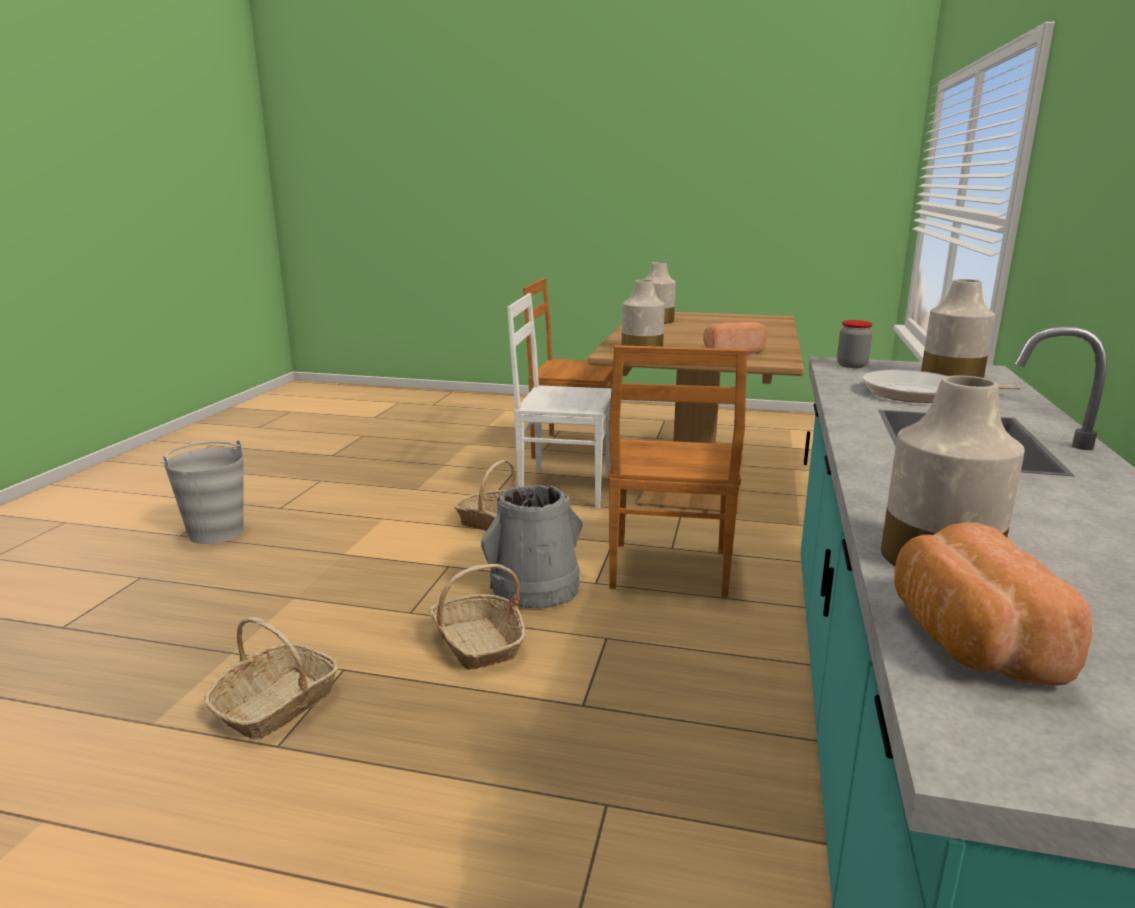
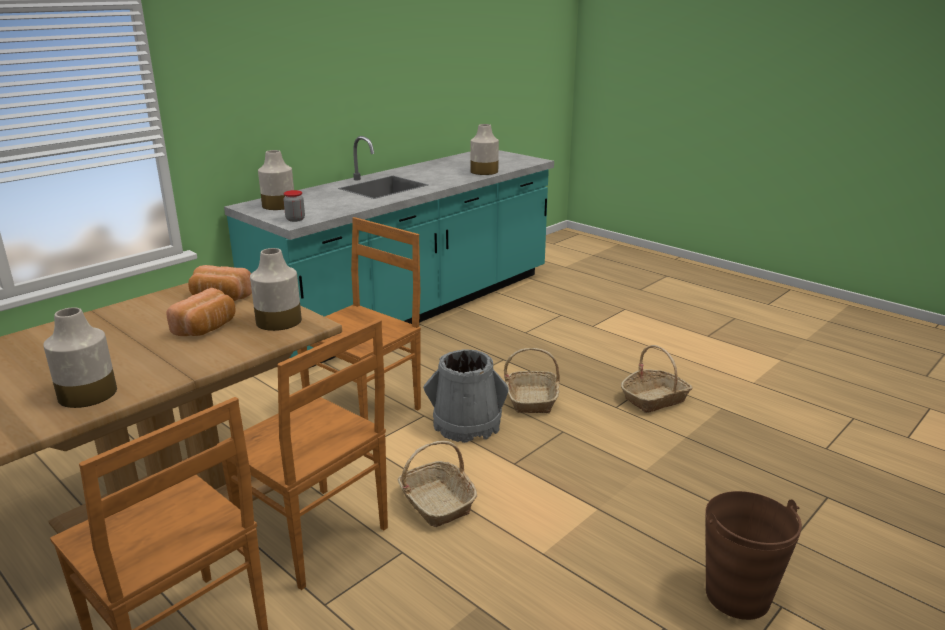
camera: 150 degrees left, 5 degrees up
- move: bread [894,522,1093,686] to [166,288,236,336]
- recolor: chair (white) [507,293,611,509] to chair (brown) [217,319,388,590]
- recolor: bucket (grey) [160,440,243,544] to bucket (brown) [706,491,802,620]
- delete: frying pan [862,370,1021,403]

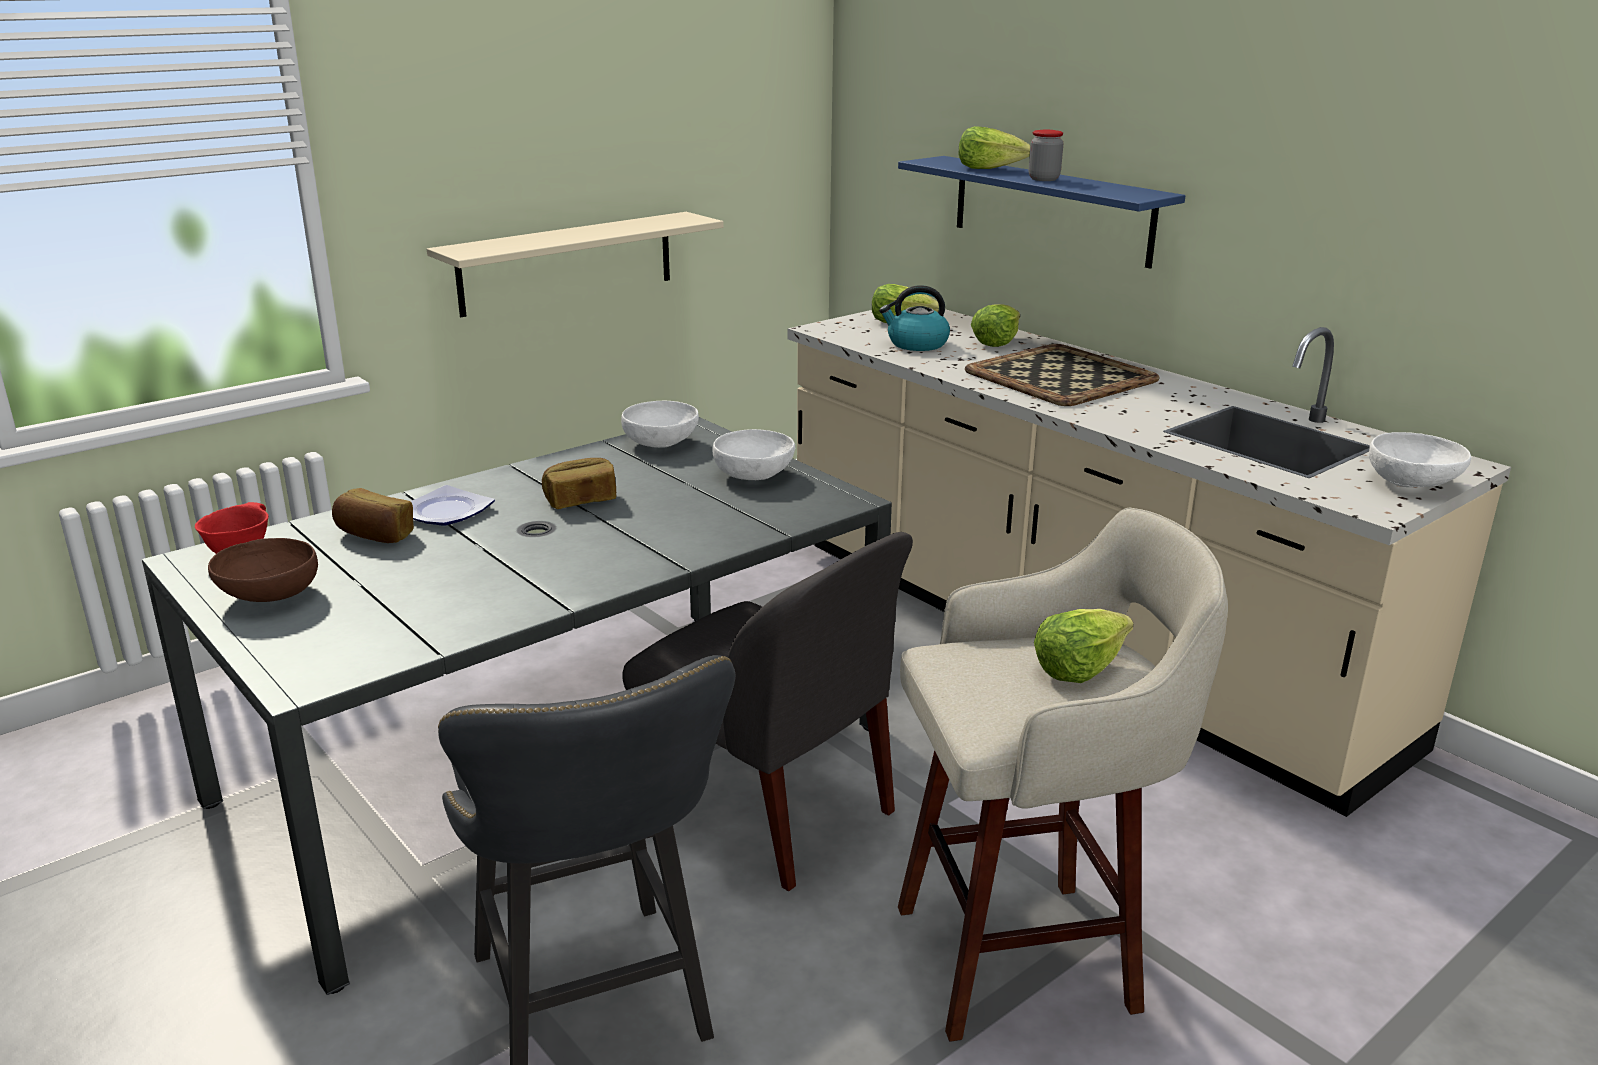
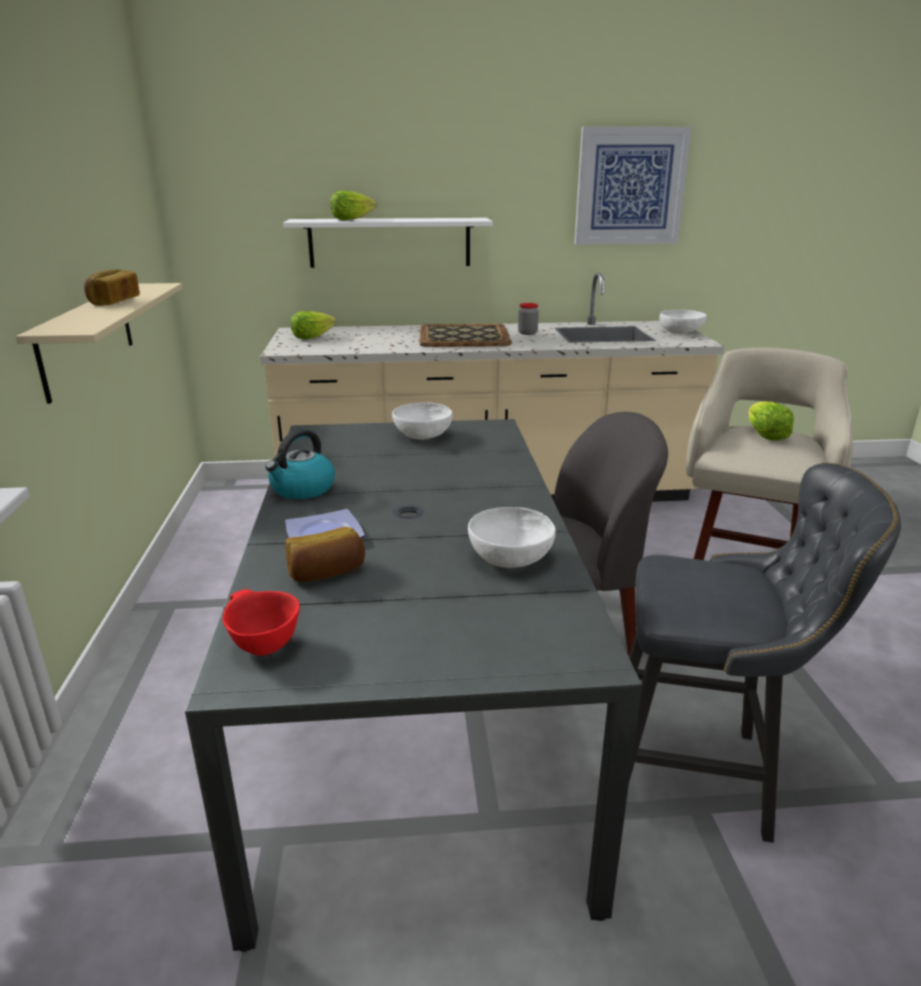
camera: 55 degrees left, 0 degrees up
- move: bread [542,458,616,509] to [84,269,140,306]
- move: kettle [879,285,950,351] to [265,429,335,499]
- recolor: shelf (blue) [898,156,1185,269] to shelf (white) [283,218,493,268]
- move: bowl (white) [621,401,699,448] to [468,507,556,568]
- move: jar [1029,130,1063,181] to [518,303,539,335]
- insert: picture [574,127,692,244]
- delete: bowl (brown) [208,538,318,602]
- delete: lettuce [971,304,1020,347]

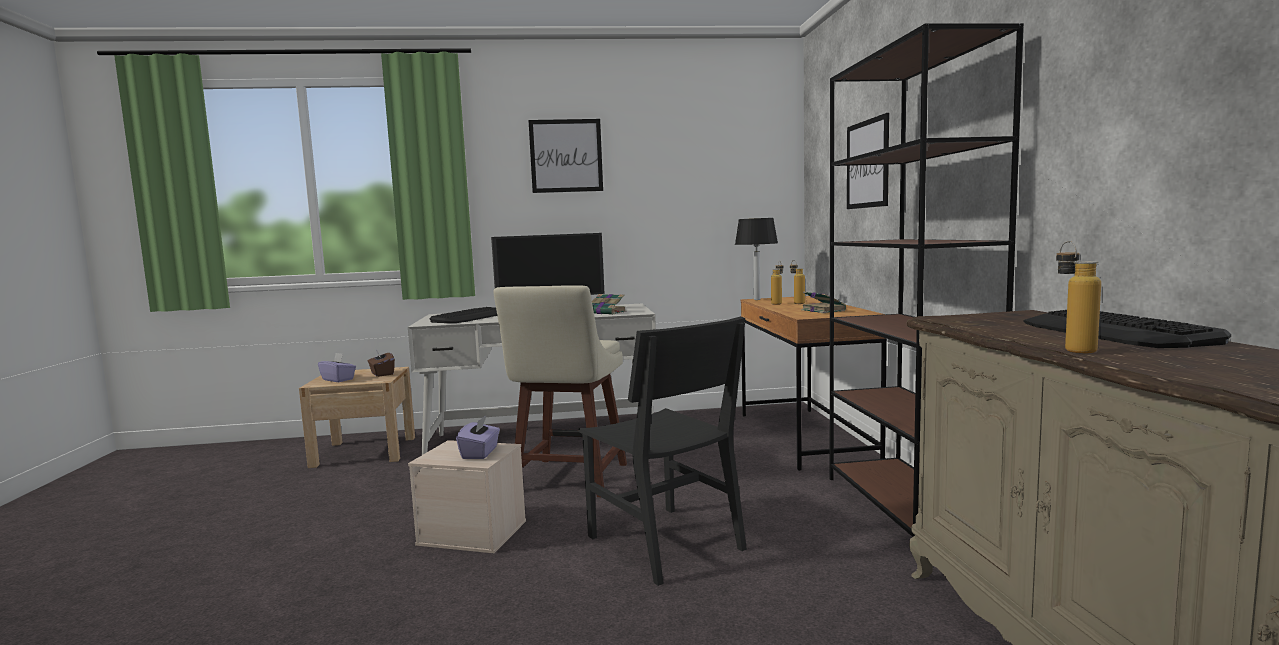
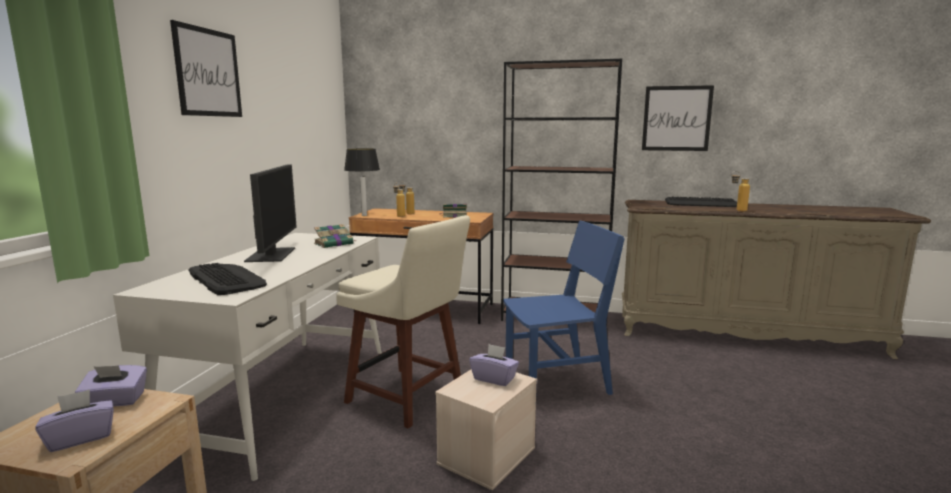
camera: 70 degrees left, 5 degrees up
- recolor: tissue box (brown) [368,348,395,377] to tissue box (purple) [75,365,147,407]
- recolor: chair (black) [578,316,747,586] to chair (blue) [503,221,625,395]
- move: picture [847,113,889,209] to [642,85,714,151]

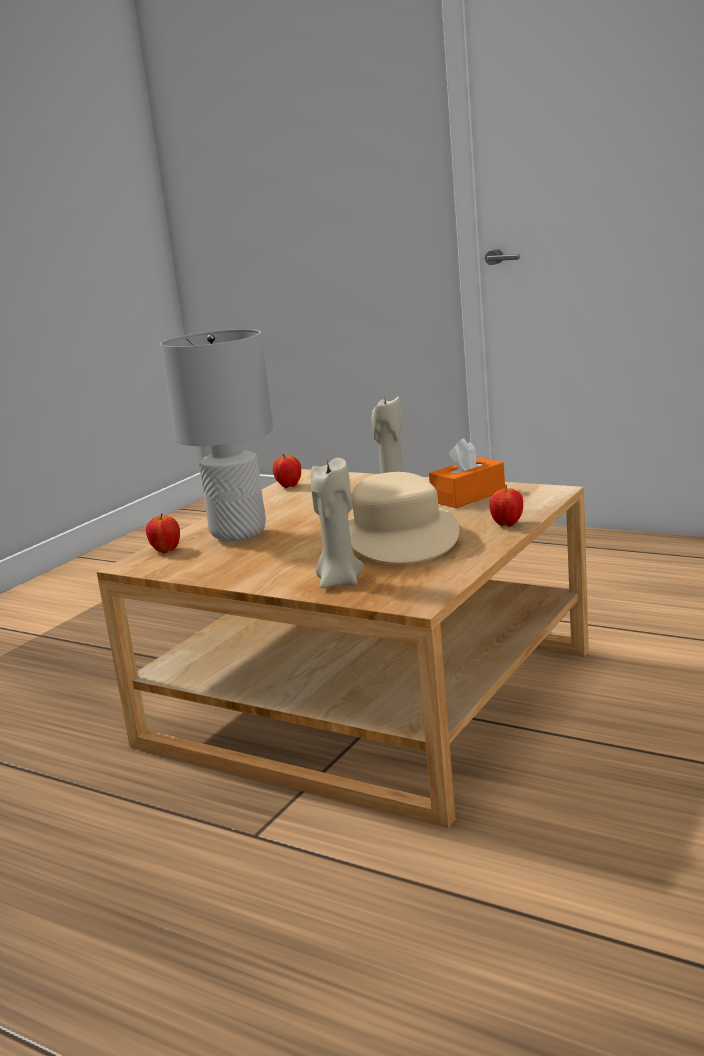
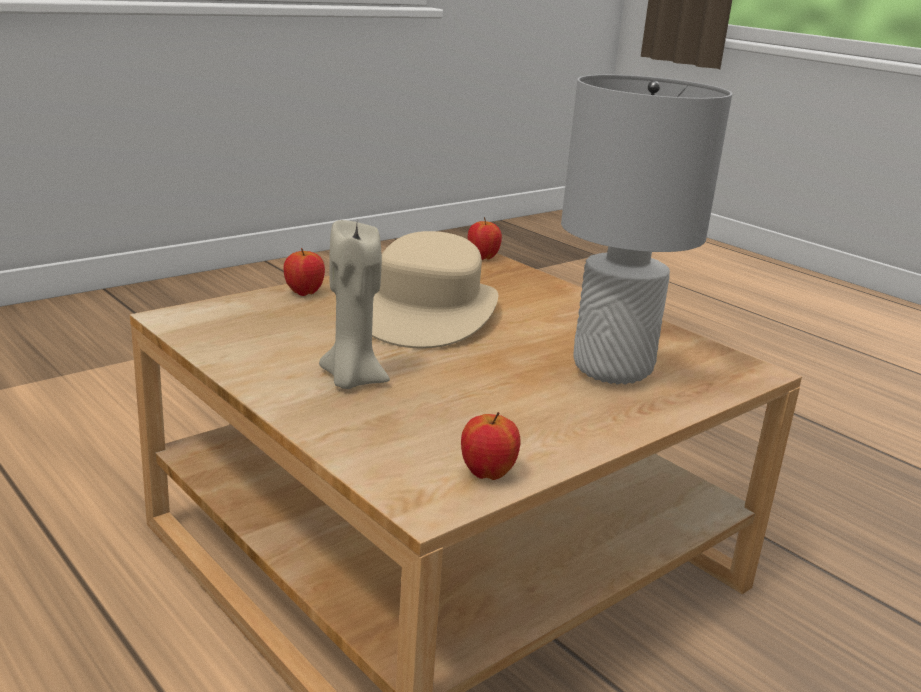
camera: 165 degrees left, 5 degrees up
- move: apple [146,513,180,553] to [468,217,502,260]
- delete: candle (beige) [311,458,364,588]
- delete: tissue box (orange) [429,438,505,508]

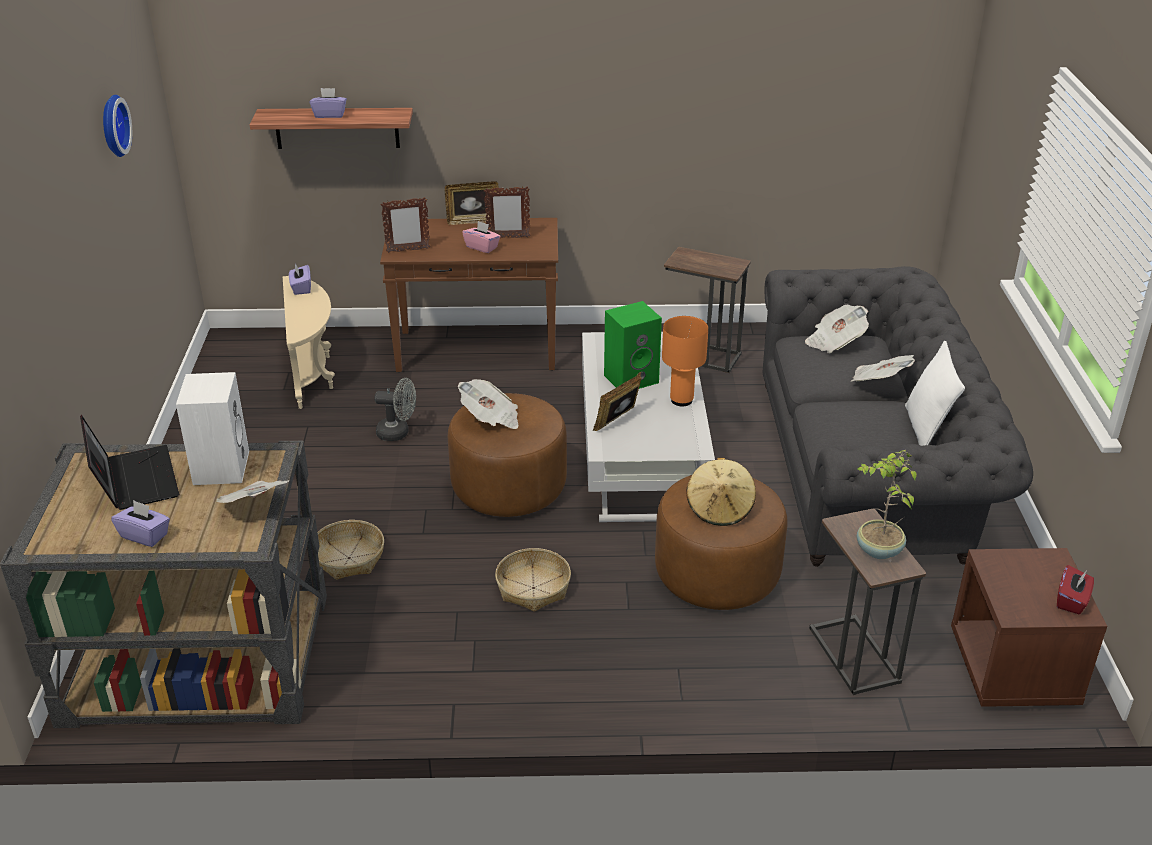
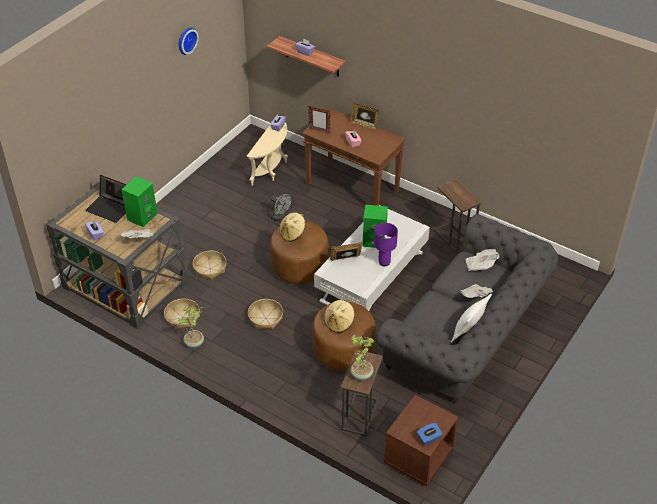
camera: 35 degrees right, 10 degrees up
- rotate: laptop [80,415,179,510] = [85,175,127,223] 105 degrees clockwise
- recolor: speaker (white) [176,372,249,485] to speaker (green) [121,176,158,227]
- insert: basket [164,299,200,330]
- insert: potted plant [178,306,204,348]
- replace: newspaper [458,379,518,429] to hat (beige) [279,213,306,242]
- recolor: table lamp (orange) [662,316,708,407] to table lamp (purple) [374,223,398,266]
- recolor: tissue box (red) [1057,565,1094,614] to tissue box (blue) [417,423,442,445]
- delete: picture frame [484,187,530,238]

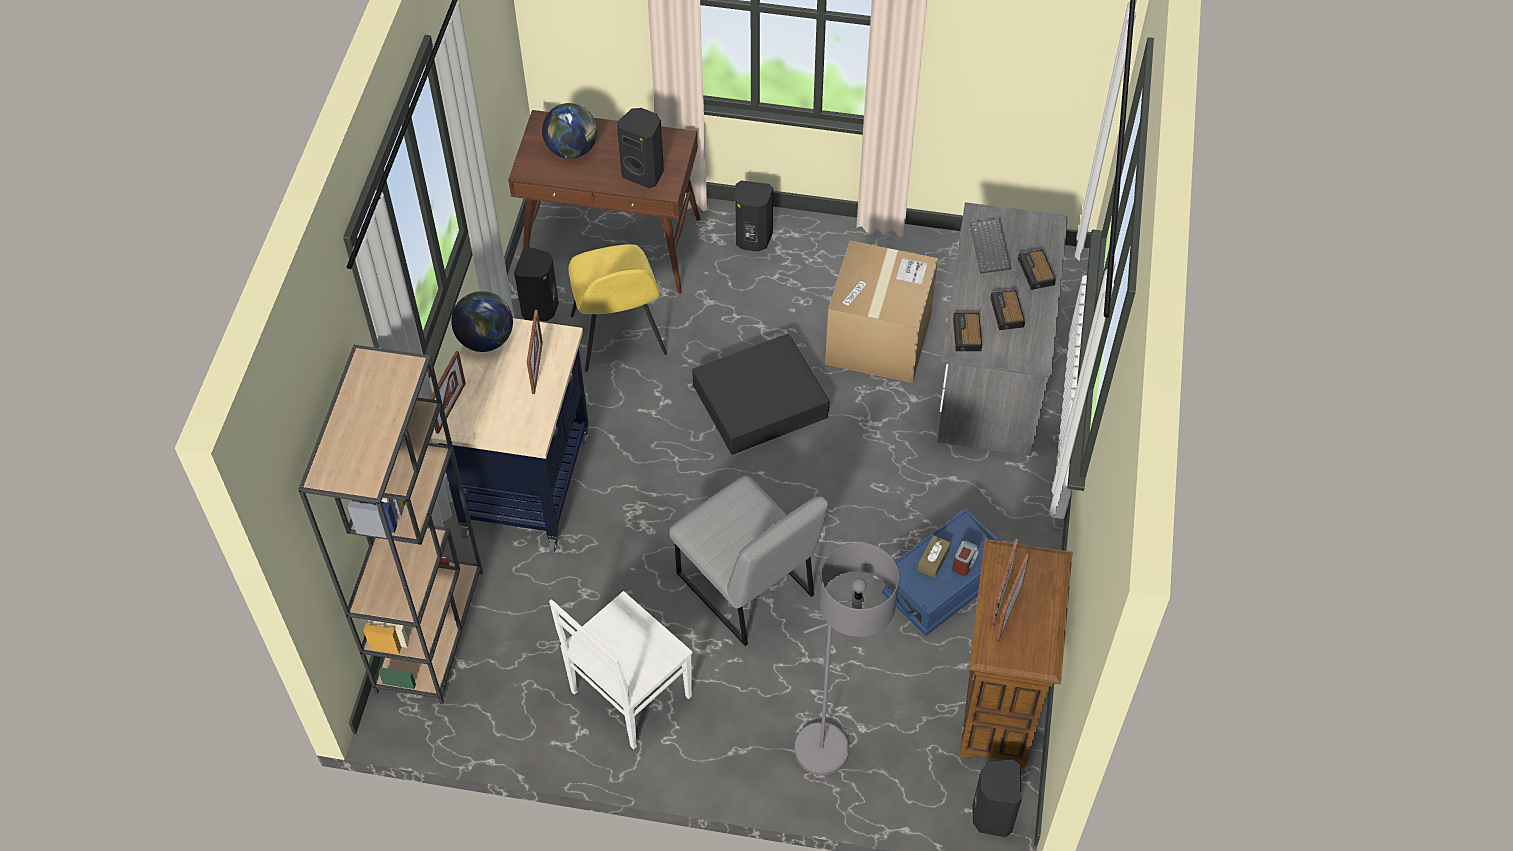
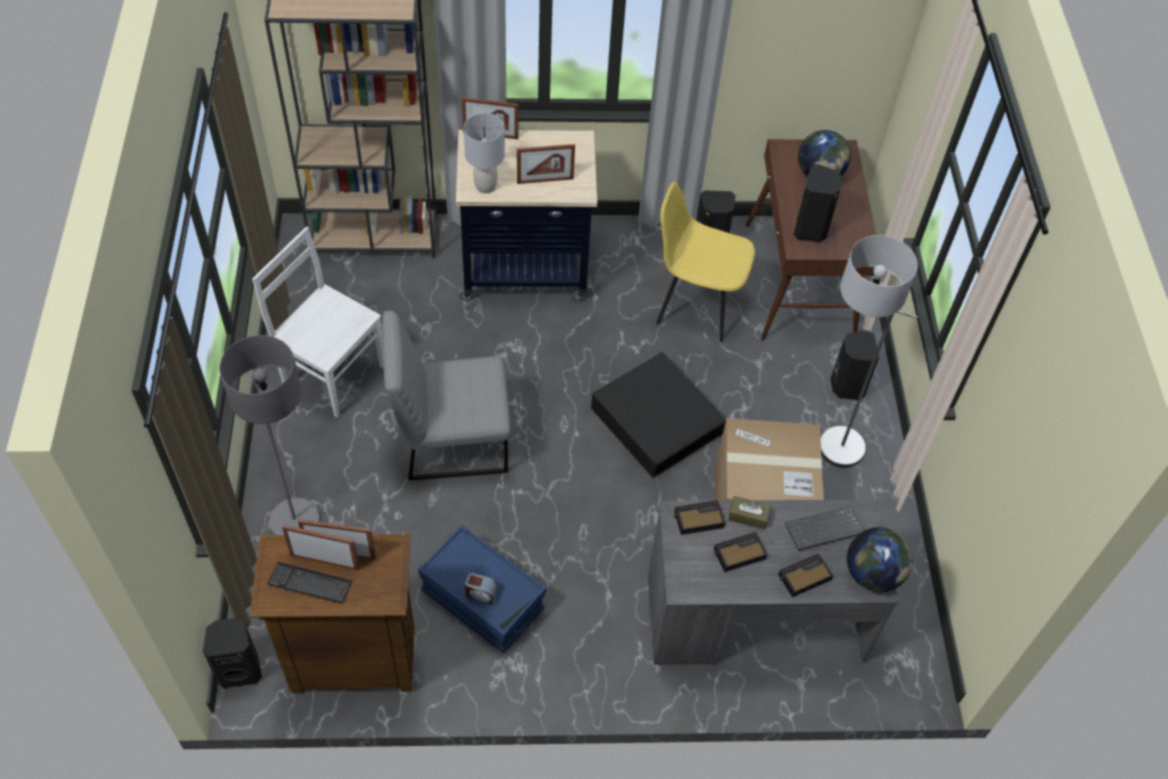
camera: 75 degrees right, 0 degrees up
- insert: keyboard [267,562,352,604]
- rotate: chair (grey) [669,476,828,646] = [382,311,510,480] 45 degrees clockwise
- insert: table lamp (grey) [464,113,505,193]
- rotate: chair (yellow) [569,244,667,372] = [656,181,755,342] 45 degrees clockwise
- move: tissue box (brown) [918,535,951,578] to [728,496,771,530]
- insert: floor lamp (grey) [821,235,918,468]
- move: globe [451,291,513,352] to [847,527,913,592]

